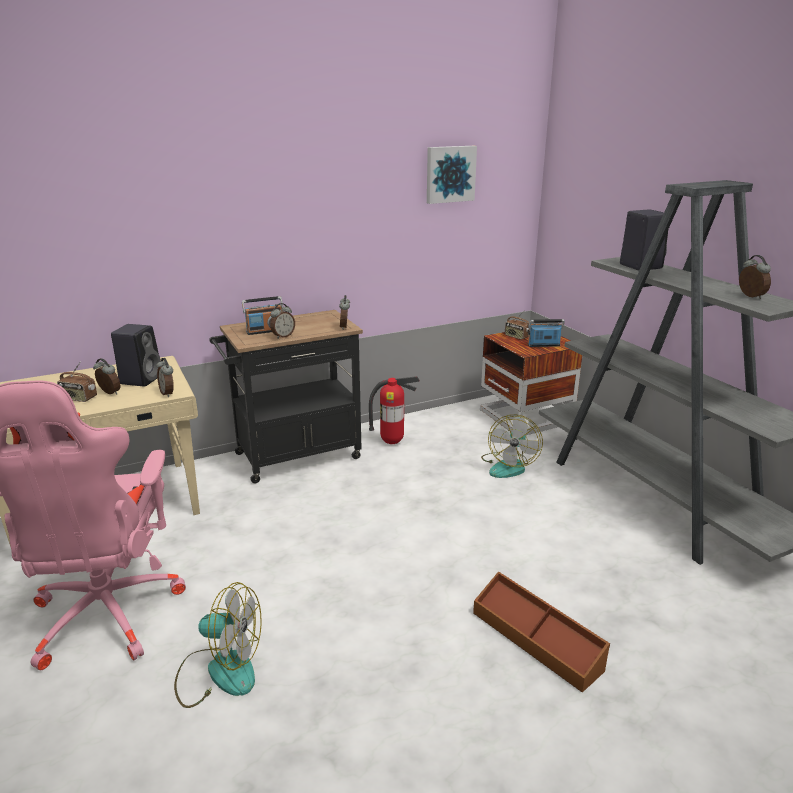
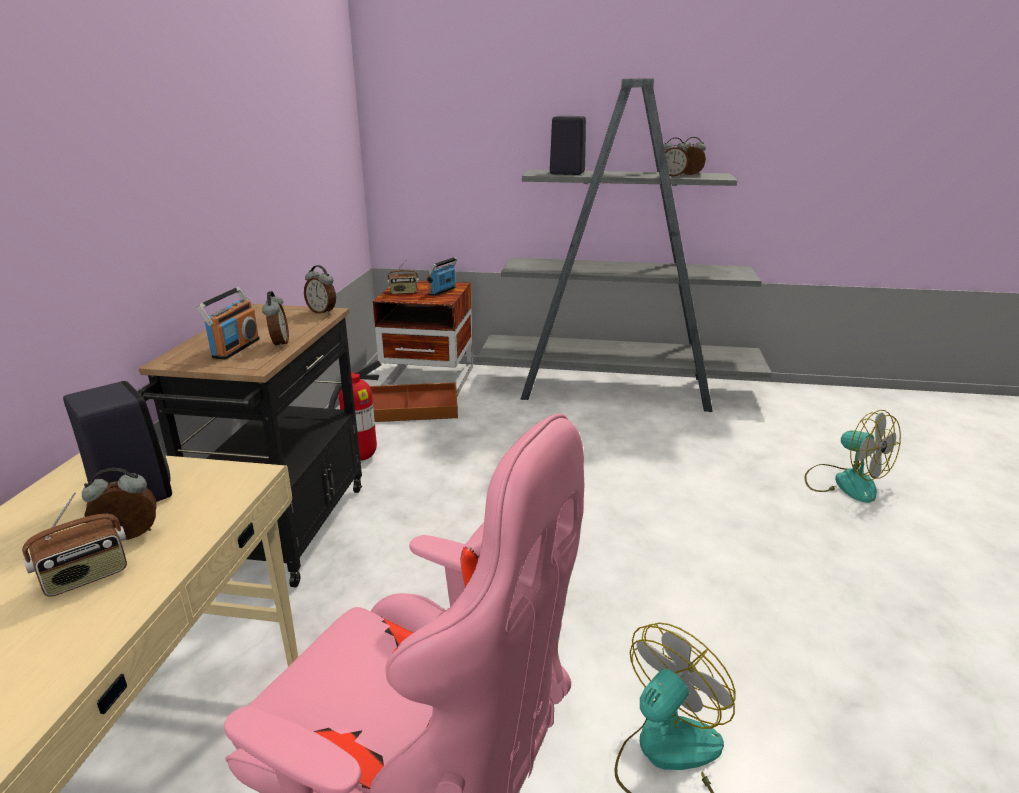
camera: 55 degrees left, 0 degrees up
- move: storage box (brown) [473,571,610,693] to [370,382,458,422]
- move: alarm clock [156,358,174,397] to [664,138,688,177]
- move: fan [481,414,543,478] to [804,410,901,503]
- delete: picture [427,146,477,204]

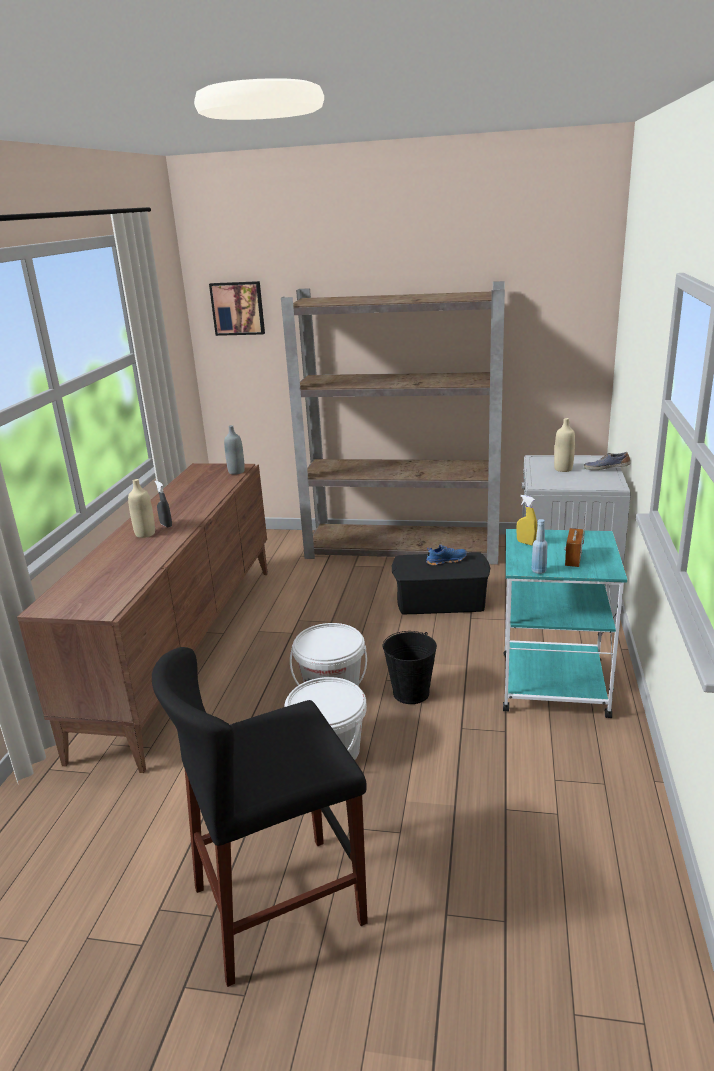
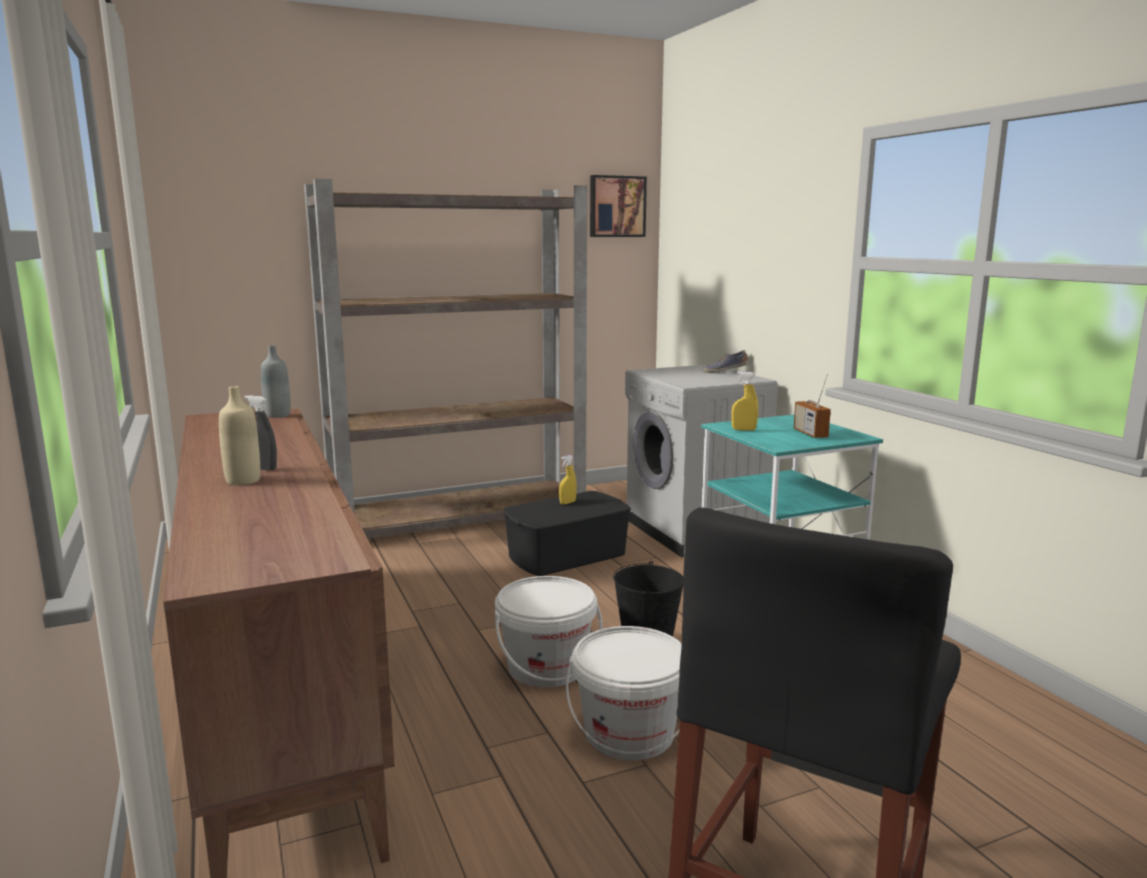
camera: 35 degrees left, 10 degrees down
- replace: shoe (blue) [426,544,467,566] to spray bottle (yellow) [559,455,577,505]
- move: picture [209,281,265,336] to [590,175,647,237]
- delete: bottle (blue) [531,519,548,574]
- delete: bottle (beige) [554,418,575,472]

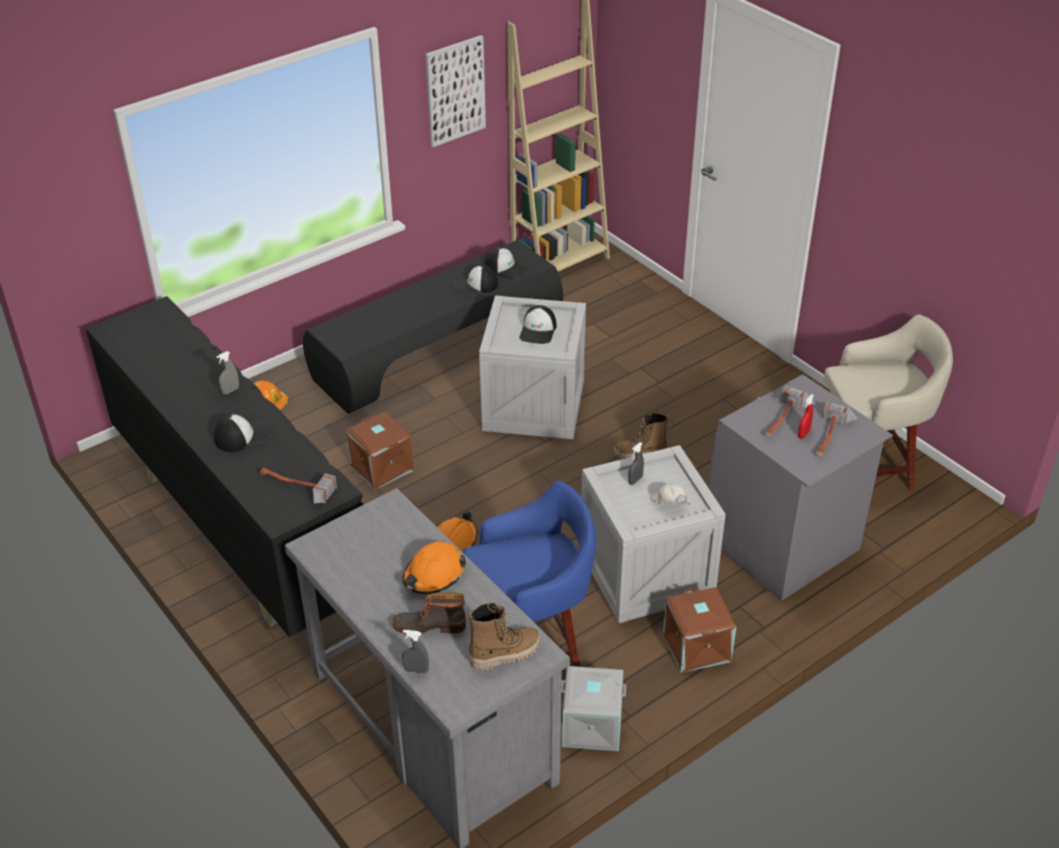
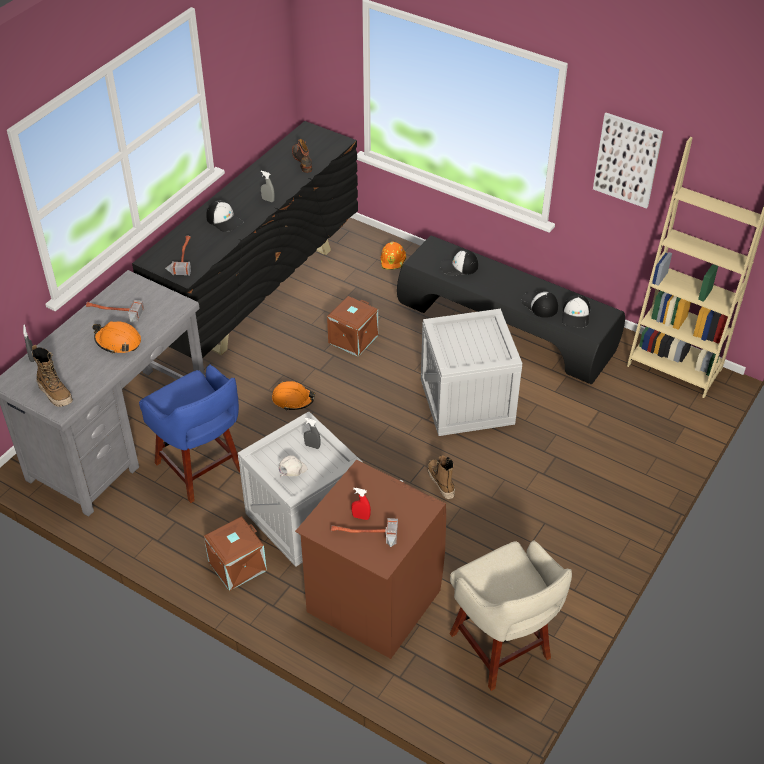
camera: 70 degrees right, 5 degrees up
- move: hammer [765,385,814,437] to [86,300,144,322]
- move: boot [392,592,466,635] to [292,139,312,173]
- recolor: washing machine (grey) [708,374,893,601] to washing machine (brown) [295,460,446,659]
- move: cap [519,305,556,344] to [440,250,478,276]
- delete: storage box (grey) [561,666,626,751]

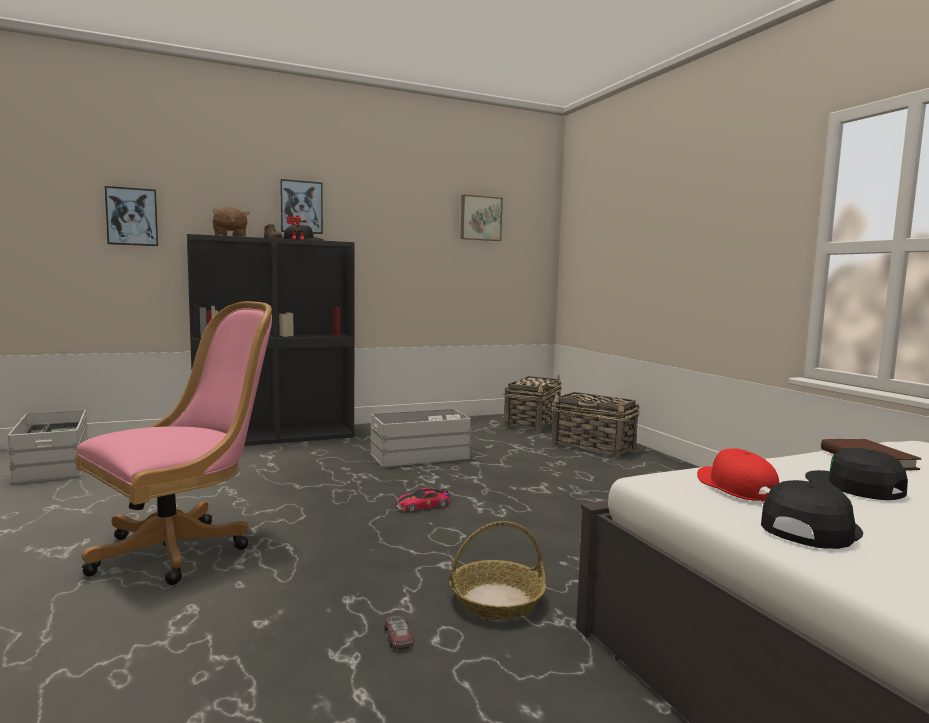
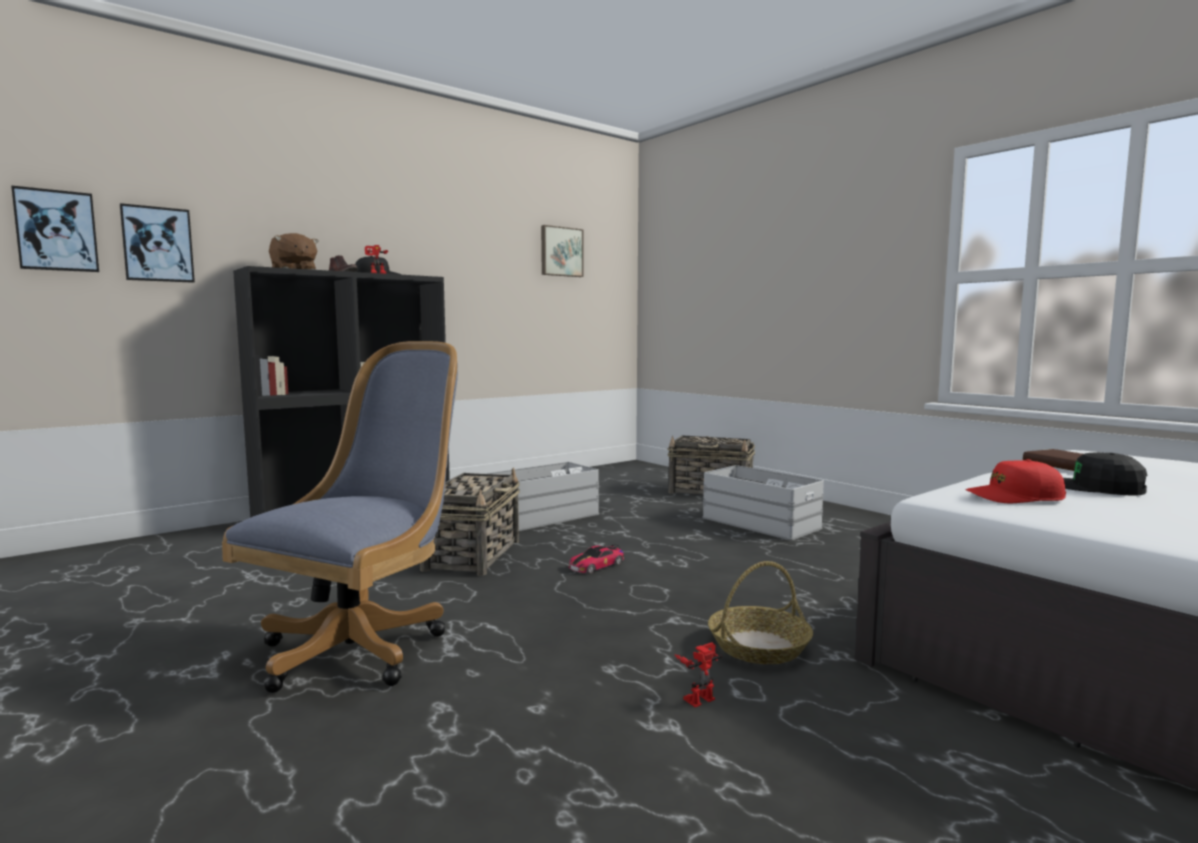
camera: 15 degrees left, 0 degrees up
- move: picture [280,179,323,234] to [11,186,99,272]
- recolor: office chair (pink) [76,301,272,585] to office chair (blue) [222,341,458,693]
- move: basket [503,375,562,432] to [420,467,520,575]
- replace: toy car [384,616,414,650] to toy robot [675,642,722,707]
- move: storage box (grey) [8,410,88,484] to [702,465,824,540]
- rotate: cap (red) [697,449,780,502] = [966,459,1066,503] 60 degrees counterclockwise
- delete: cap (black) [761,480,863,549]

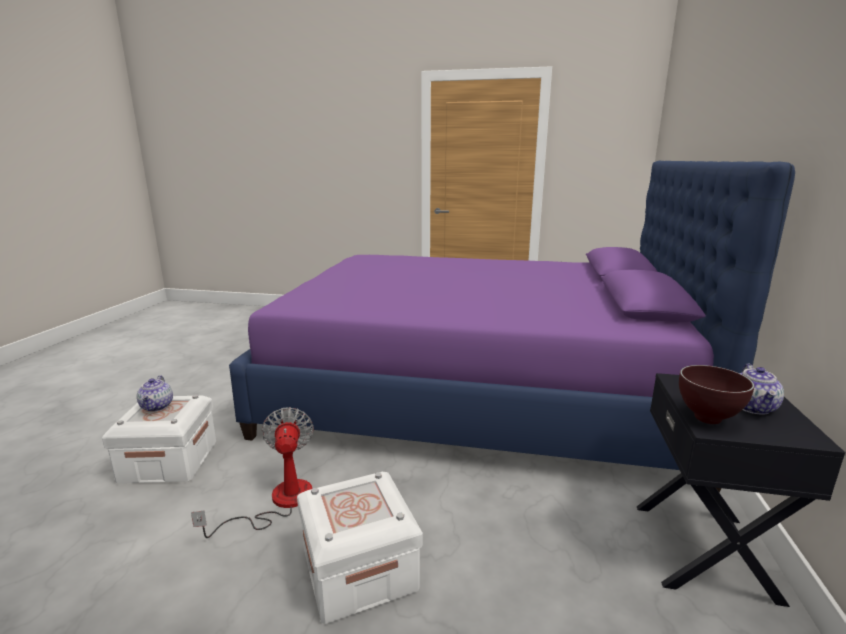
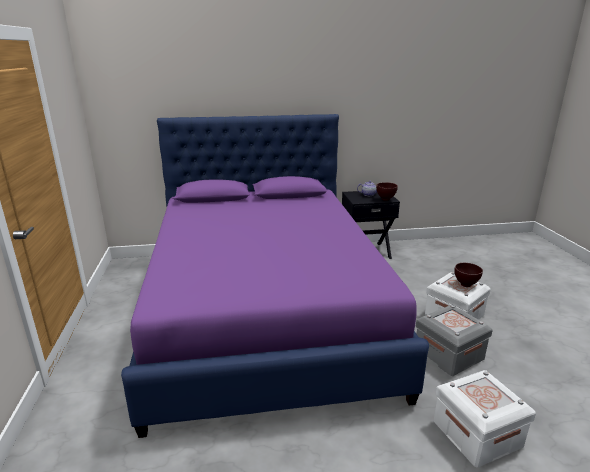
camera: 110 degrees left, 5 degrees up
- replace: fan [191,407,314,538] to storage box (grey) [416,305,493,376]
- insert: bowl (brown) [454,263,483,287]
- delete: teapot [137,375,173,412]

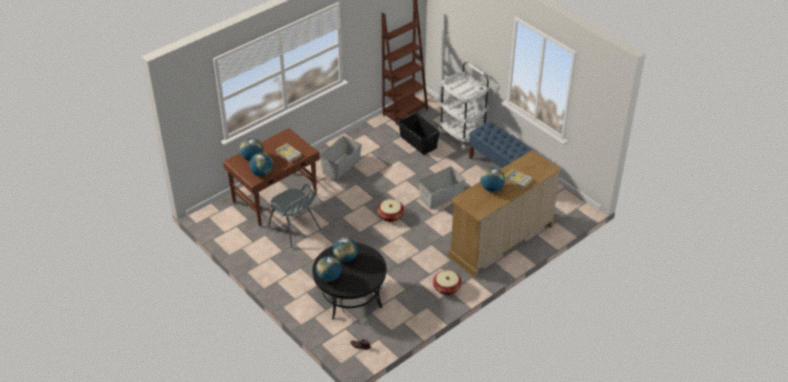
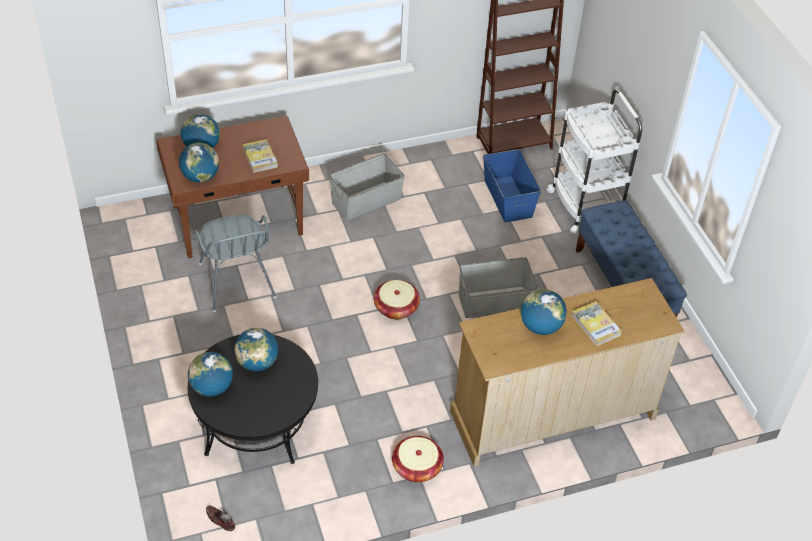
camera: 20 degrees right, 5 degrees up
- recolor: storage box (black) [398,113,440,155] to storage box (blue) [483,149,541,223]

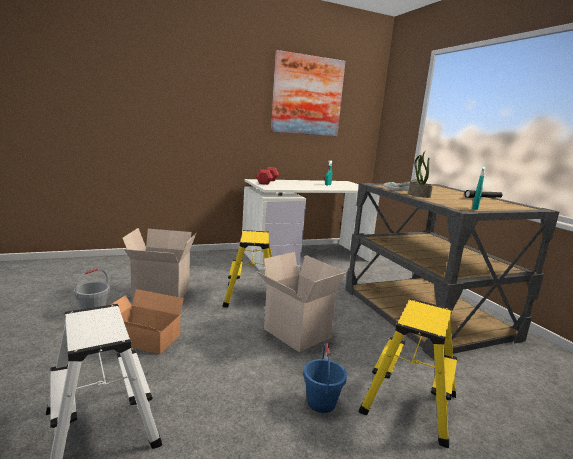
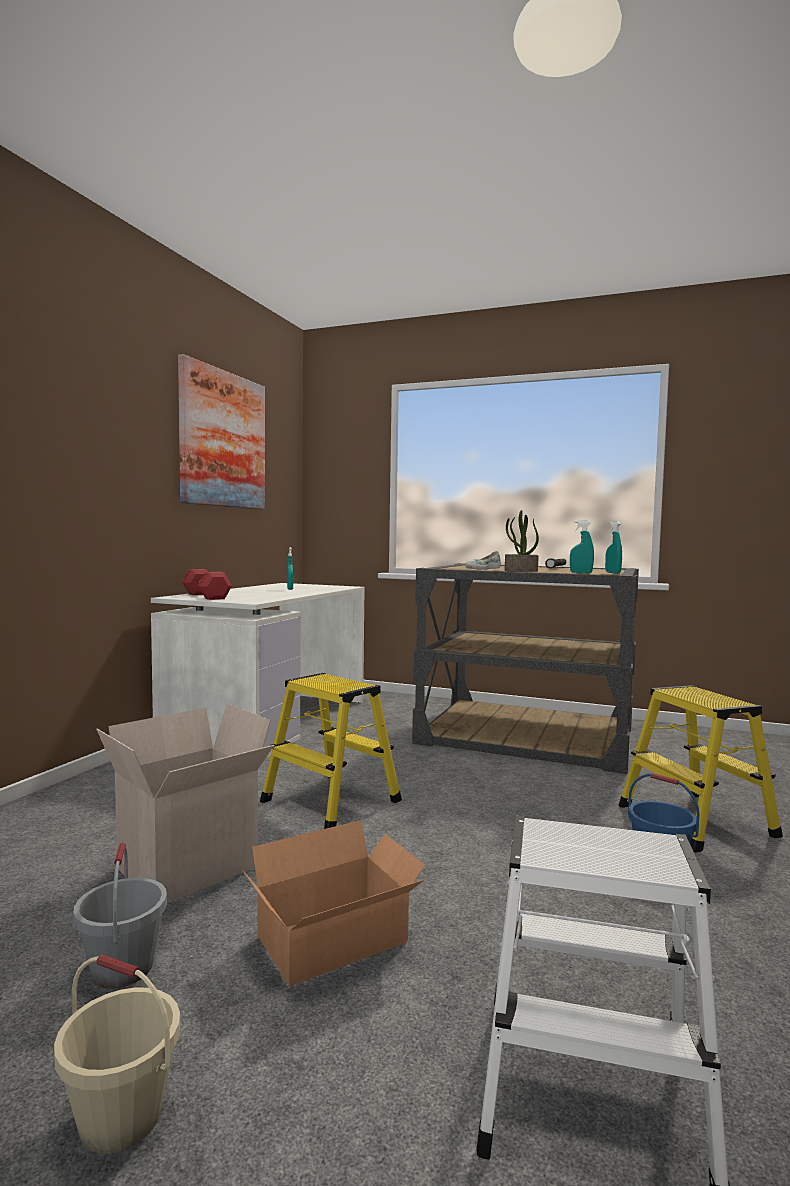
camera: 45 degrees left, 10 degrees down
- insert: bucket (beige) [54,954,180,1154]
- insert: spray bottle (turquoise) [570,520,594,573]
- delete: cardboard box [256,252,345,352]

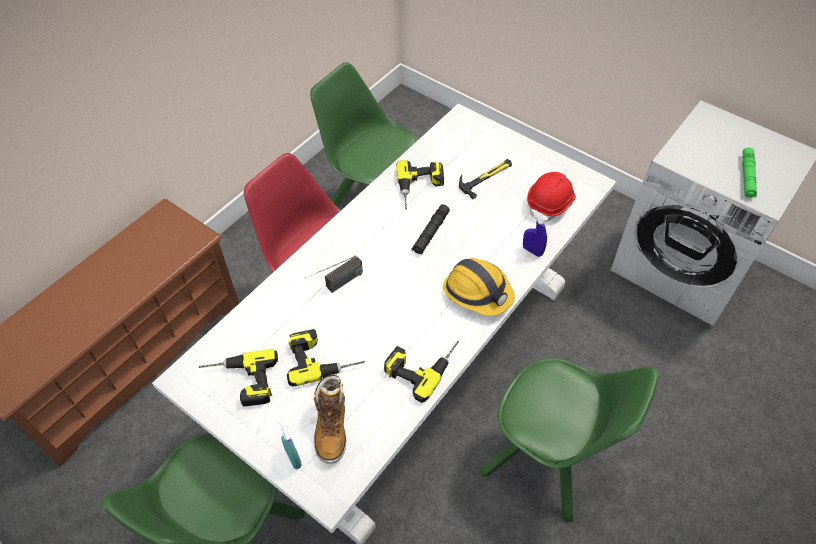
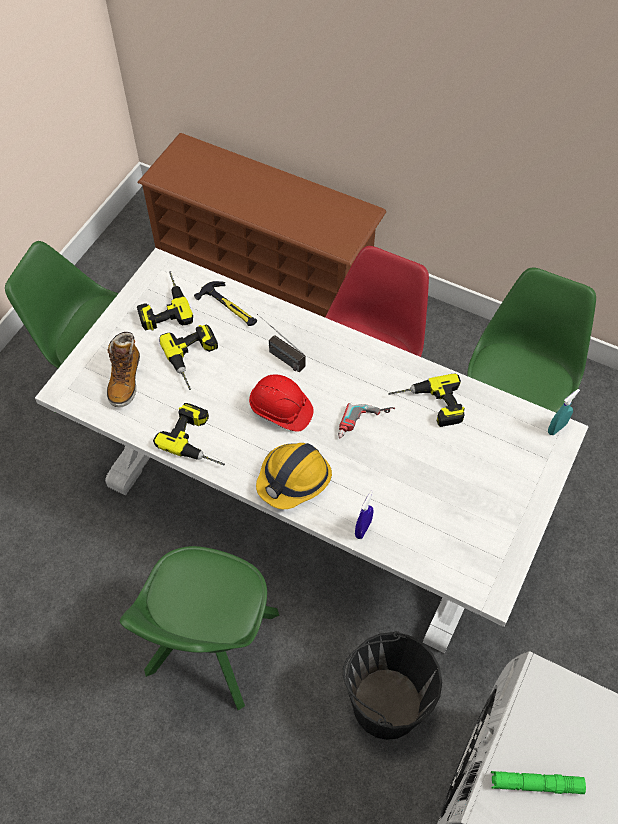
camera: 80 degrees right, 5 degrees up
- rotate: boot [314,374,347,464] = [107,332,140,407] 75 degrees counterclockwise
- move: hammer [459,159,512,199] to [194,281,257,326]
- move: hard hat (red) [527,172,576,222] to [249,374,314,432]
- replace: flashlight (black) [411,204,450,255] to power drill [338,403,395,438]
- insert: bucket (black) [343,631,442,740]
- move: spray bottle (turquoise) [278,419,302,469] to [548,389,580,435]

